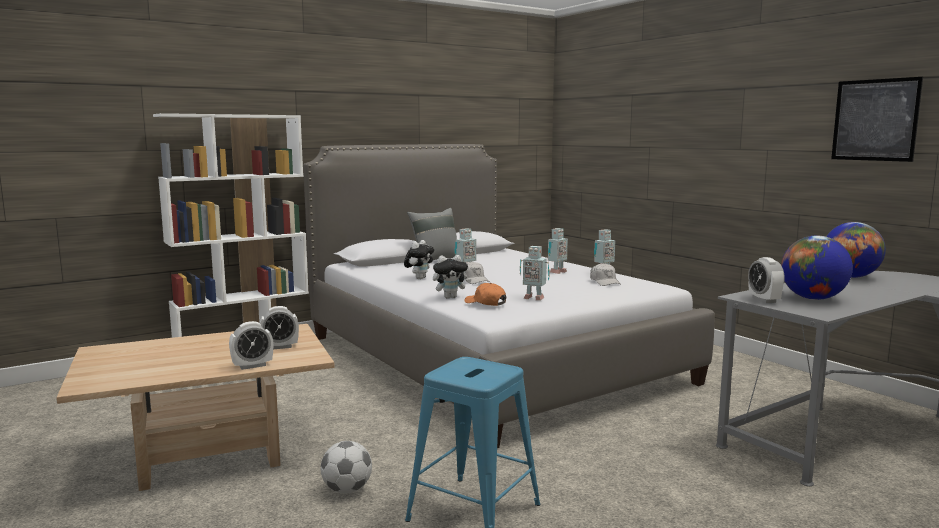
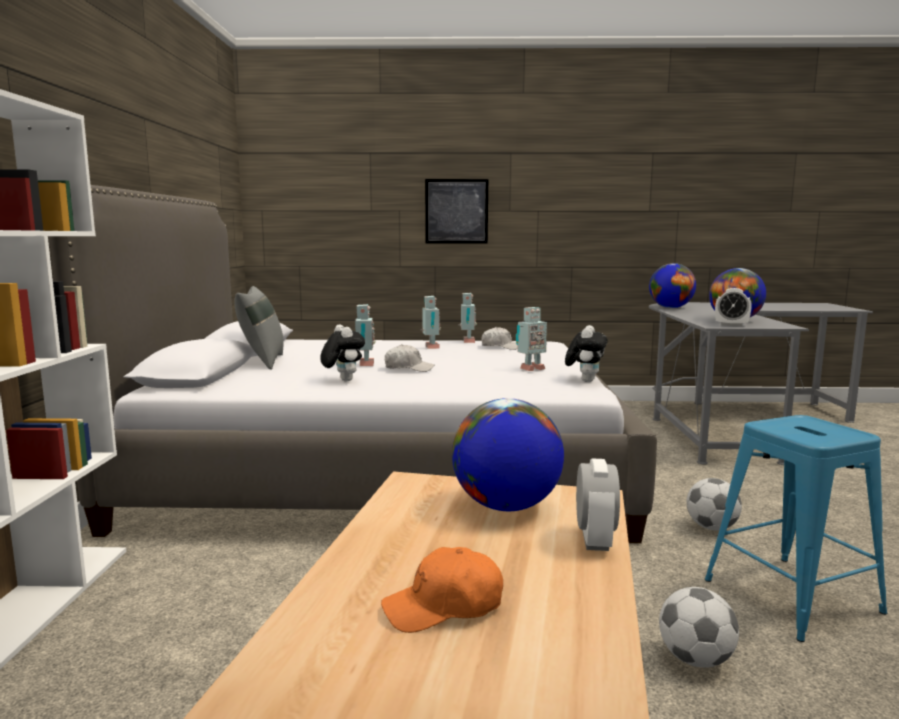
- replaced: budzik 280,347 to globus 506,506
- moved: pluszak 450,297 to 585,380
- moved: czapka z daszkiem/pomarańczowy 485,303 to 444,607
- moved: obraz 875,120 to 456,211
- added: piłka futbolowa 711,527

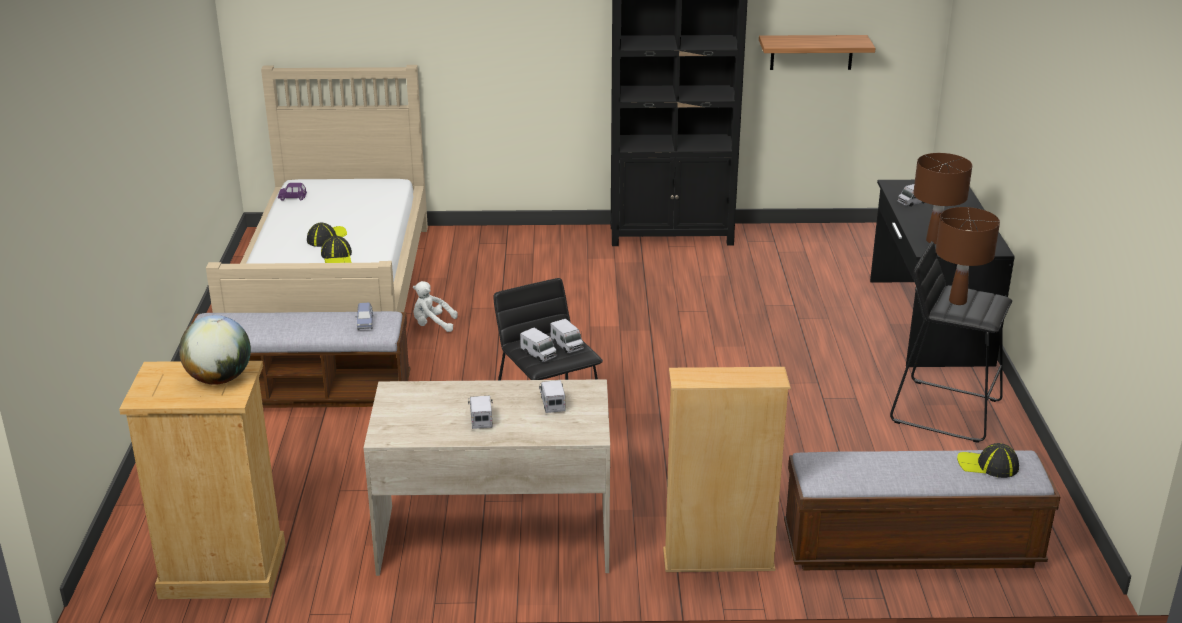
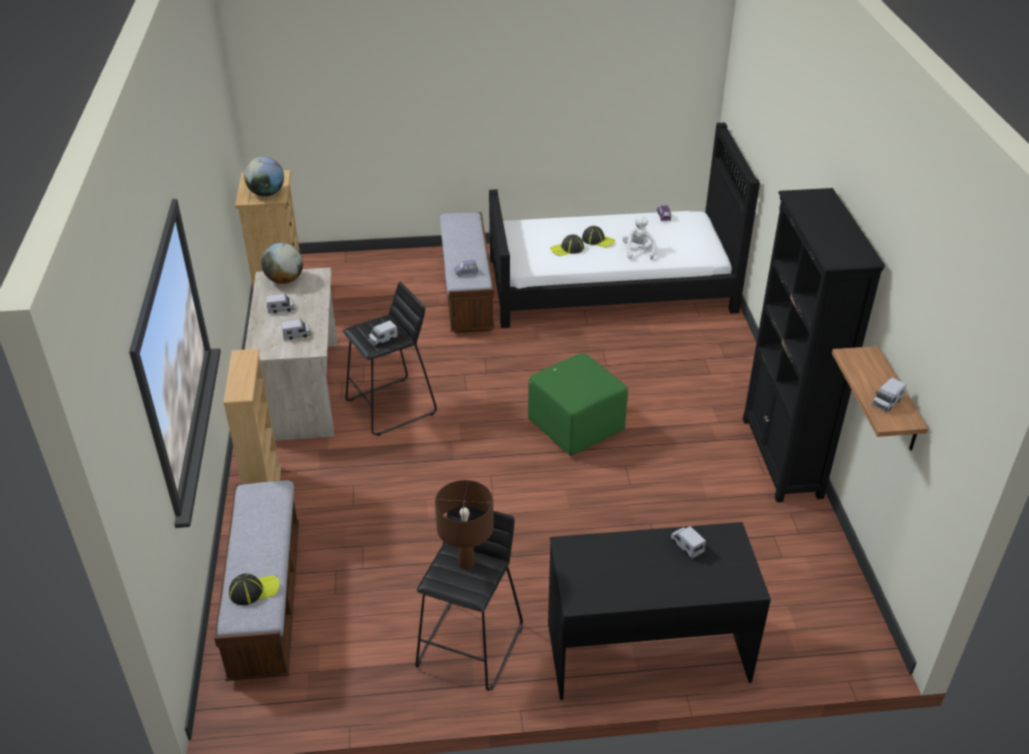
- recoloured: łóżko/beżowy 335,292 to łóżko/czarny 611,285
- moved: pluszak/biały 432,325 to 638,251
- moved: ciężarówka zabawkowa 538,354 to 886,402
- removed: lampa stołowa/brązowy 934,241
- turned: czapka z daszkiem 988,465 = 254,590 60 degrees clockwise
- added: globus 285,280
- added: pufa/zielony 574,426

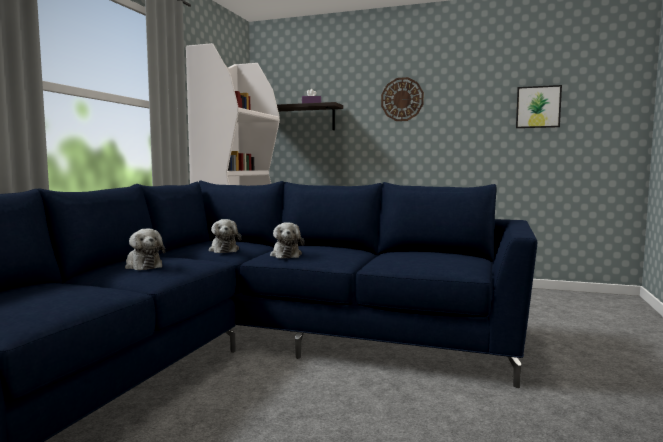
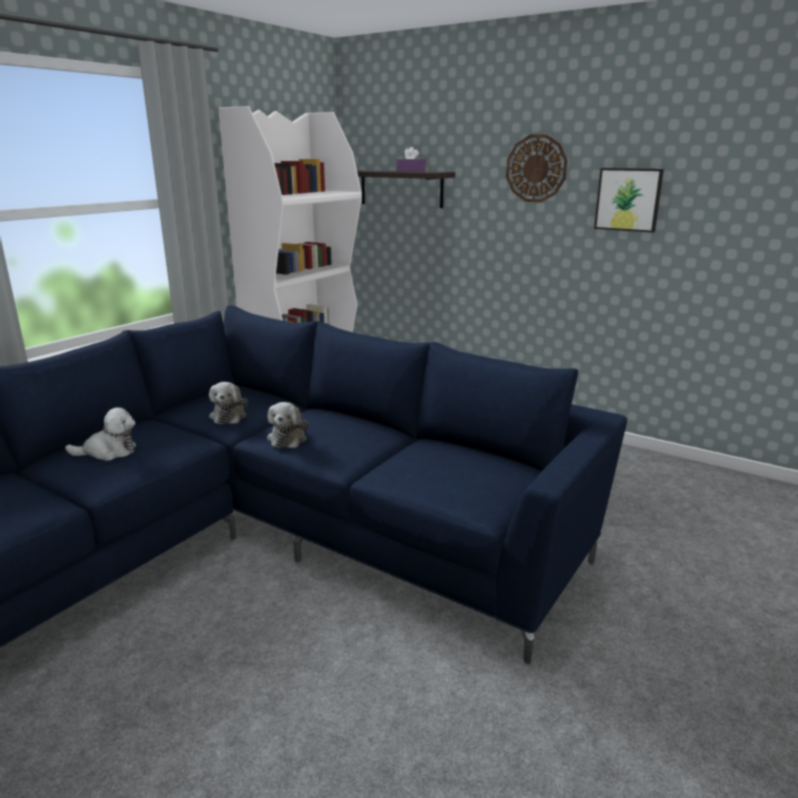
- turned: pluszak 143,266 = 108,452 75 degrees counterclockwise
- moved: obraz 538,107 to 628,199

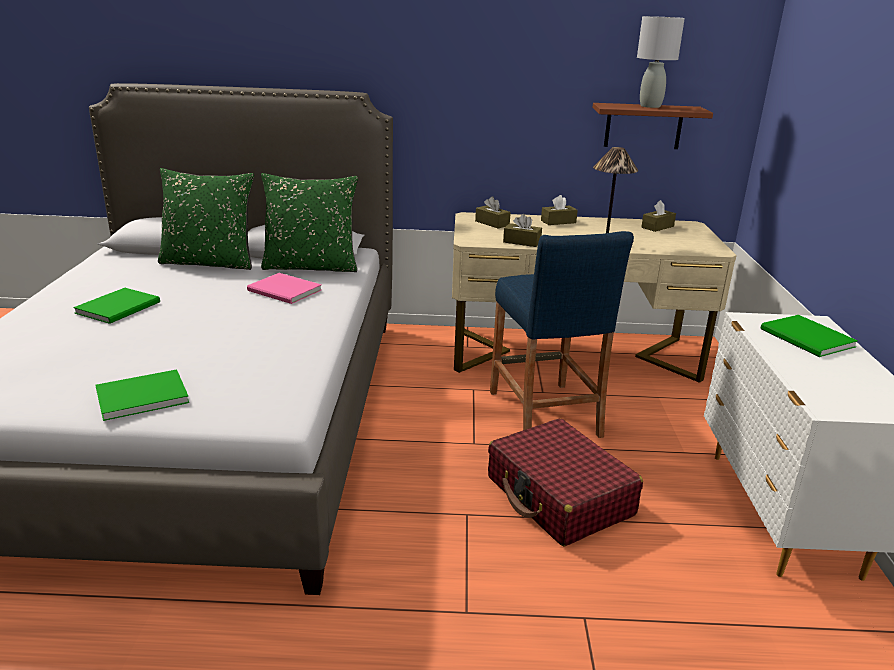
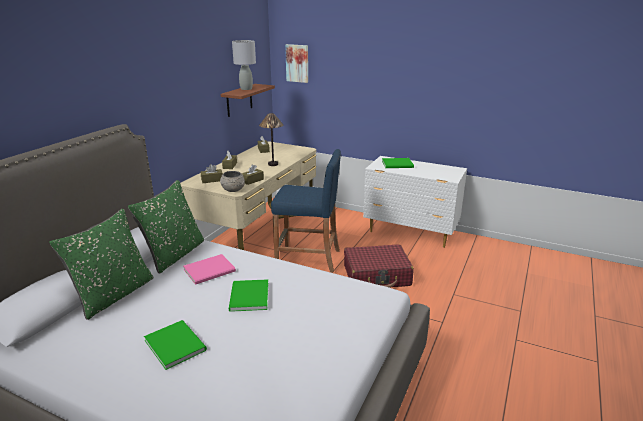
- moved: książka/zielony 139,396 to 248,297
- added: miska/szary 233,189
- added: obraz 297,63

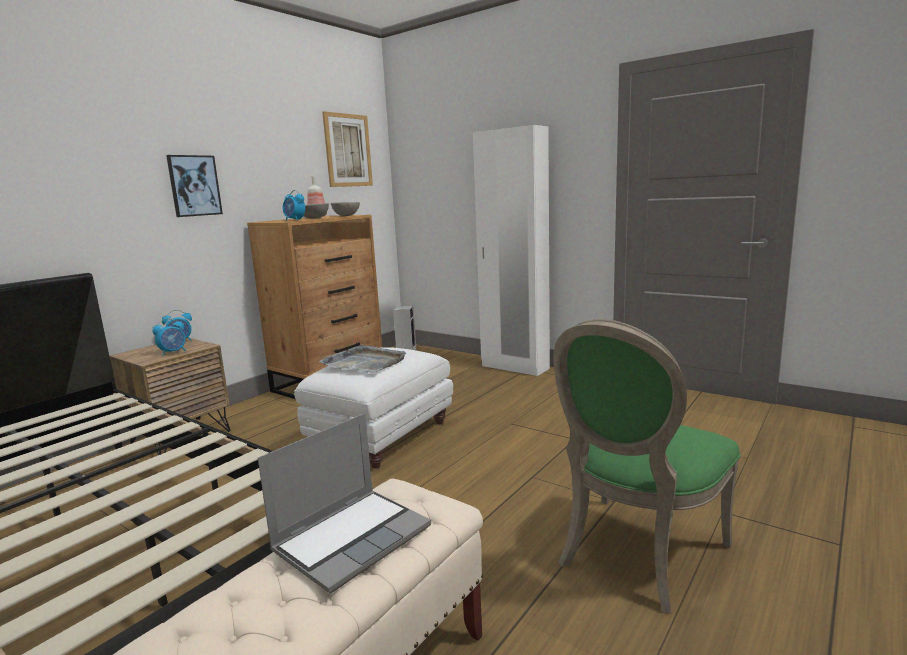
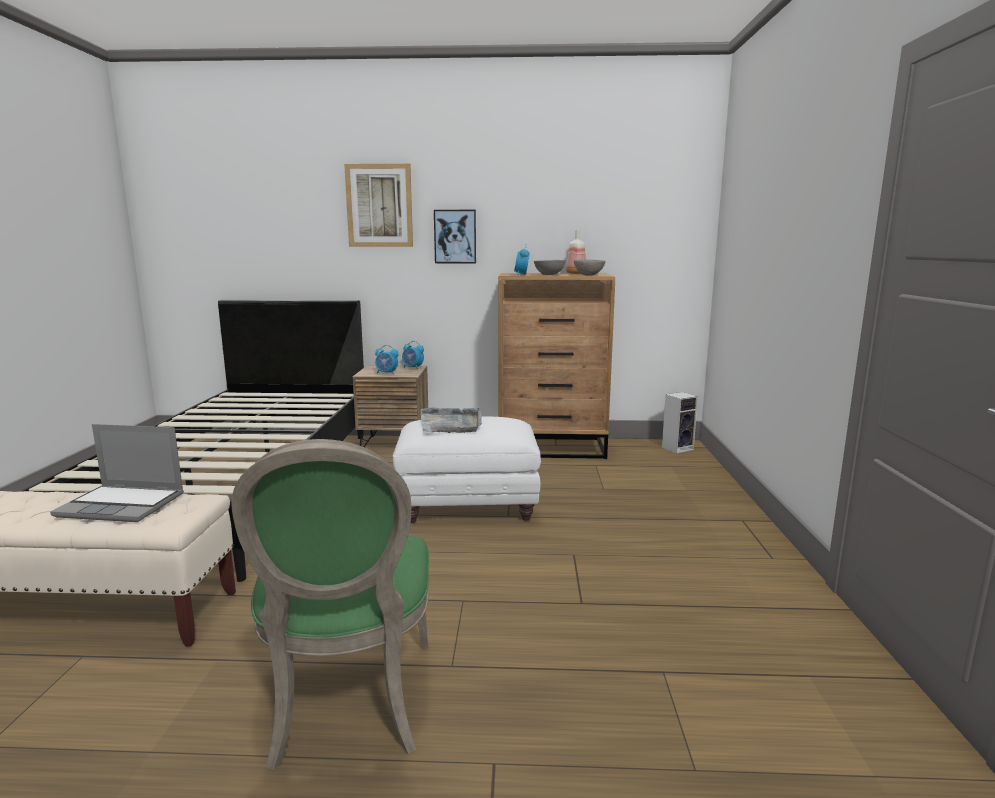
- moved: obraz 348,150 to 379,206
- removed: szafa/biały 514,367
- turned: krzesło/zielony 635,555 = 348,705 105 degrees counterclockwise

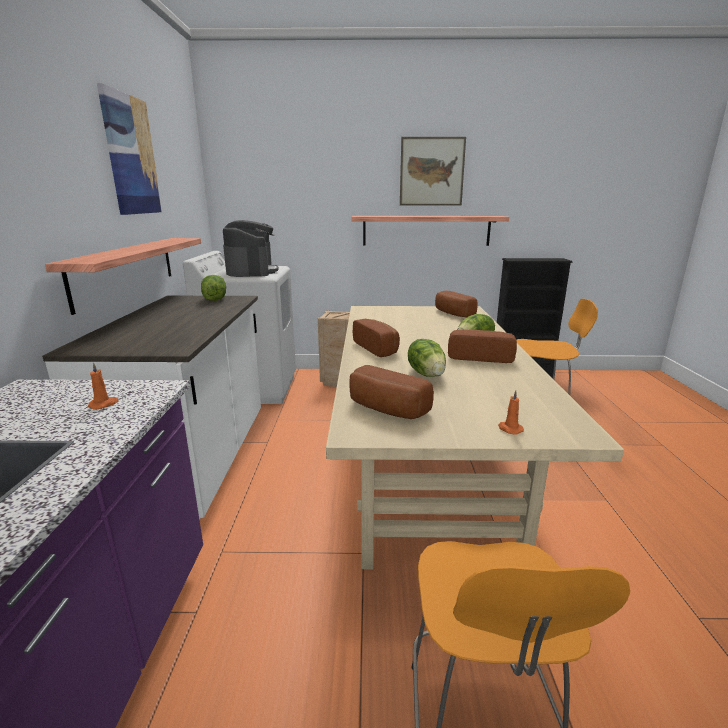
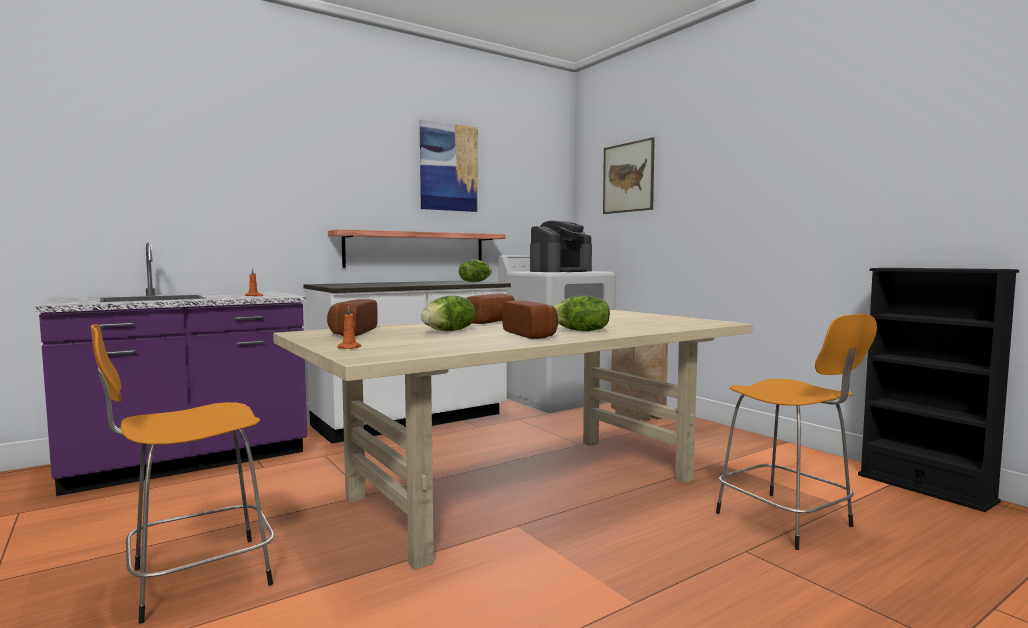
- removed: półka 426,230
- moved: obraz 431,172 to 628,177
- removed: chleb 452,313

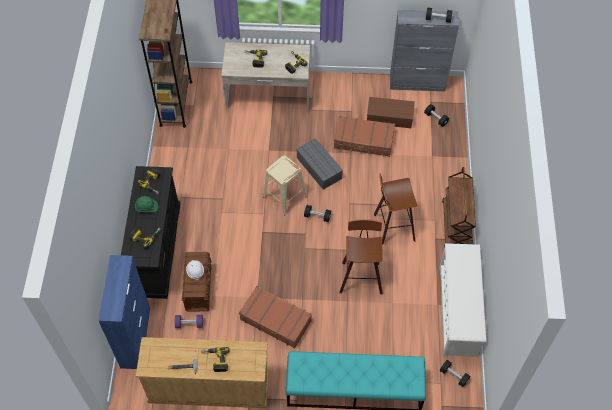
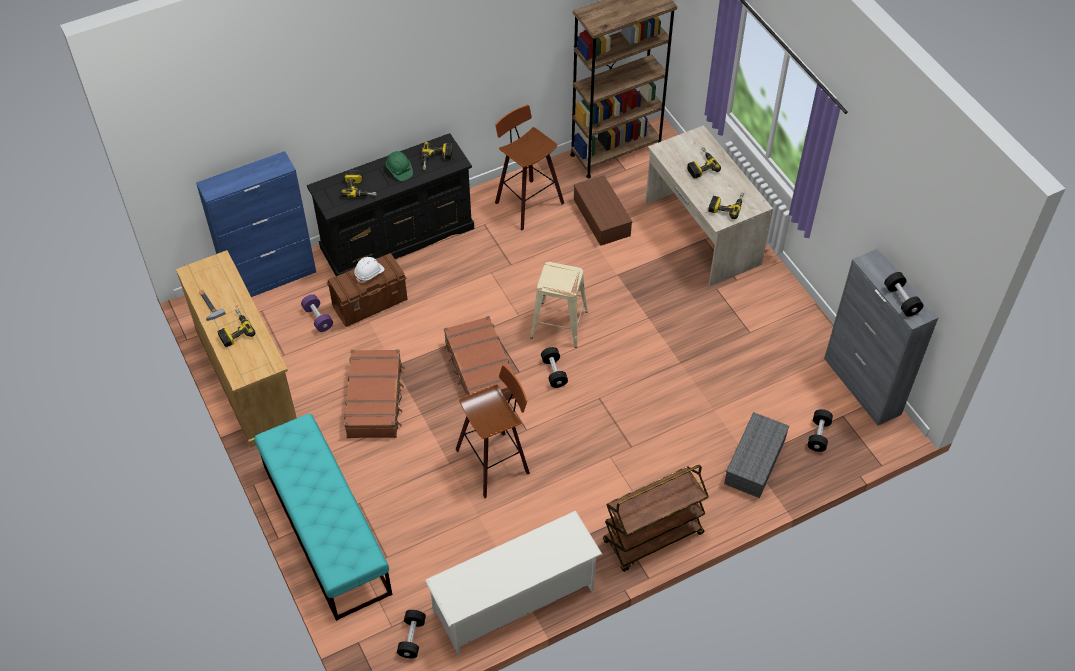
- moved: pojemnik do przechowywania/szary 320,168 to 755,462
- moved: walizka/brązowy 364,141 to 480,370
- moved: pojemnik do przechowywania/brązowy 390,116 to 603,218
- moved: stołek 392,227 to 526,203

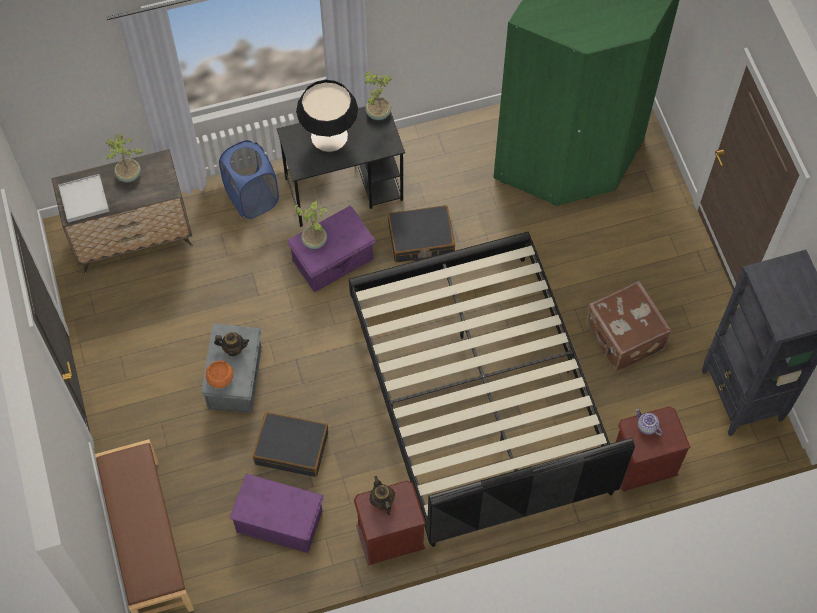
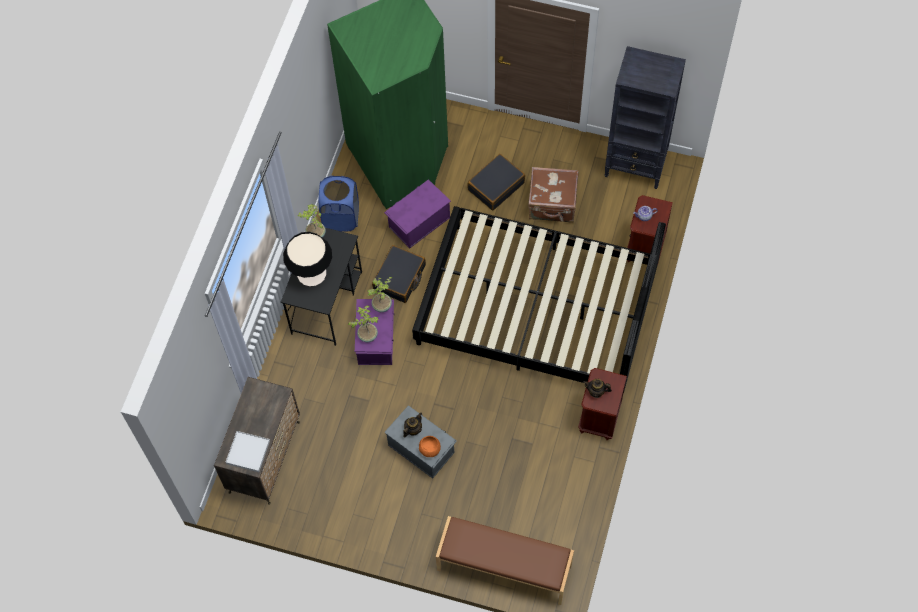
- moved: roślina doniczkowa 129,175 to 382,306
- moved: kosz na pranie/niebieski 252,197 to 341,217
- moved: pojemnik do przechowywania/fioletowy 279,520 to 418,222
- moved: walizka/czarny 292,448 to 496,186

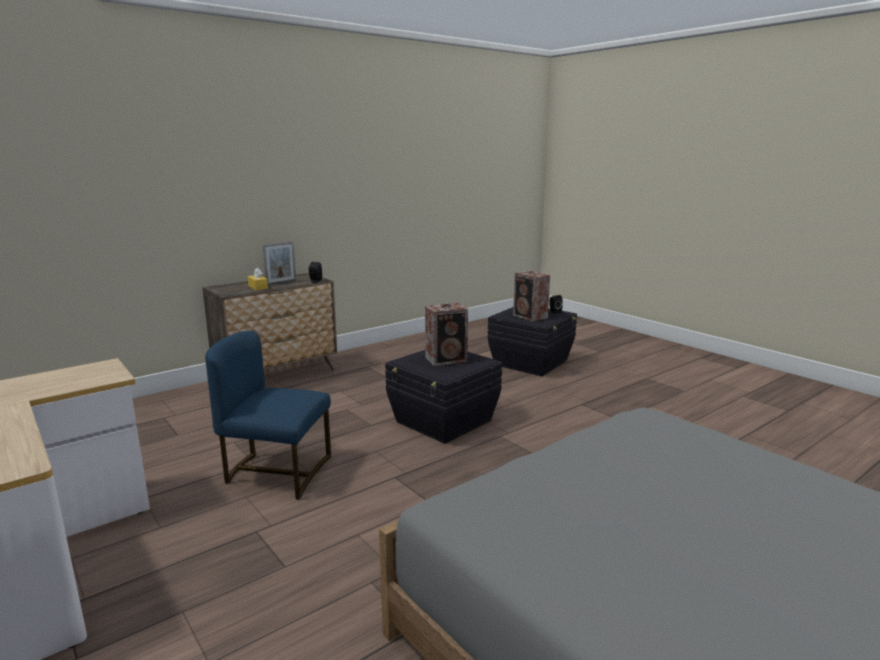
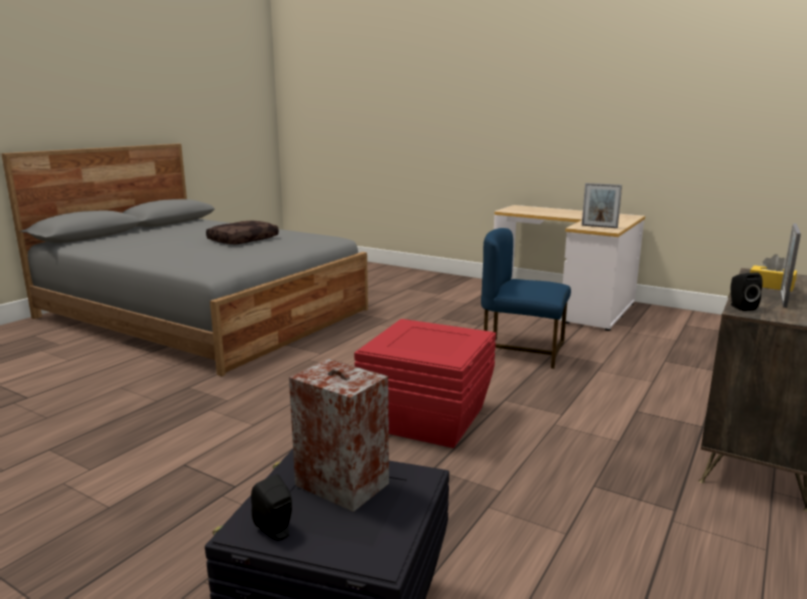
- turned: krzesło/niebieski 276,472 = 522,350 150 degrees counterclockwise
- recoloured: pojemnik do przechowywania/czarny 443,422 to pojemnik do przechowywania/czerwony 426,417
- removed: głośnik 447,359
- added: poduszka/brązowy 243,240
- added: ramka na zdjęcie 599,226

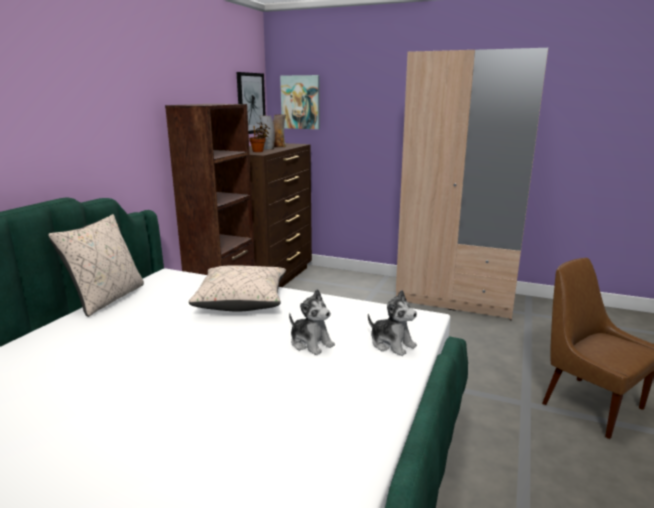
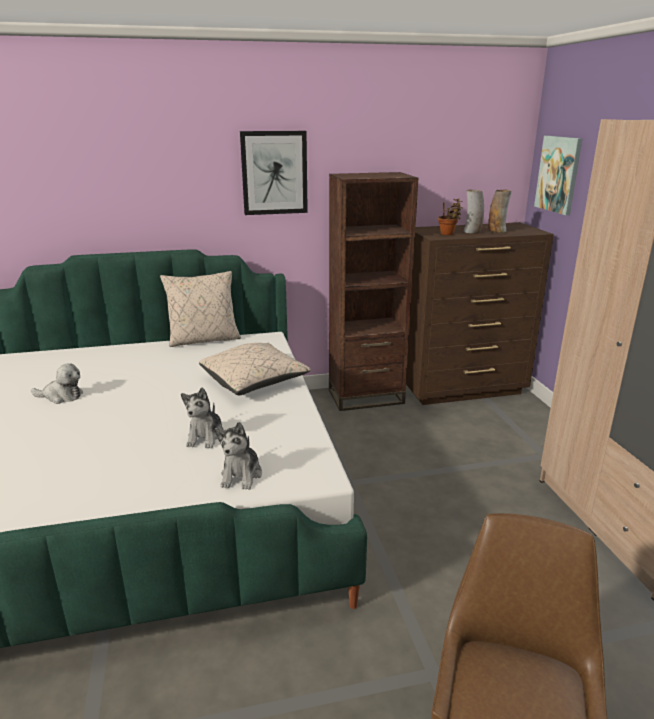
- moved: obraz 250,103 to 274,173
- added: pluszak 61,396

